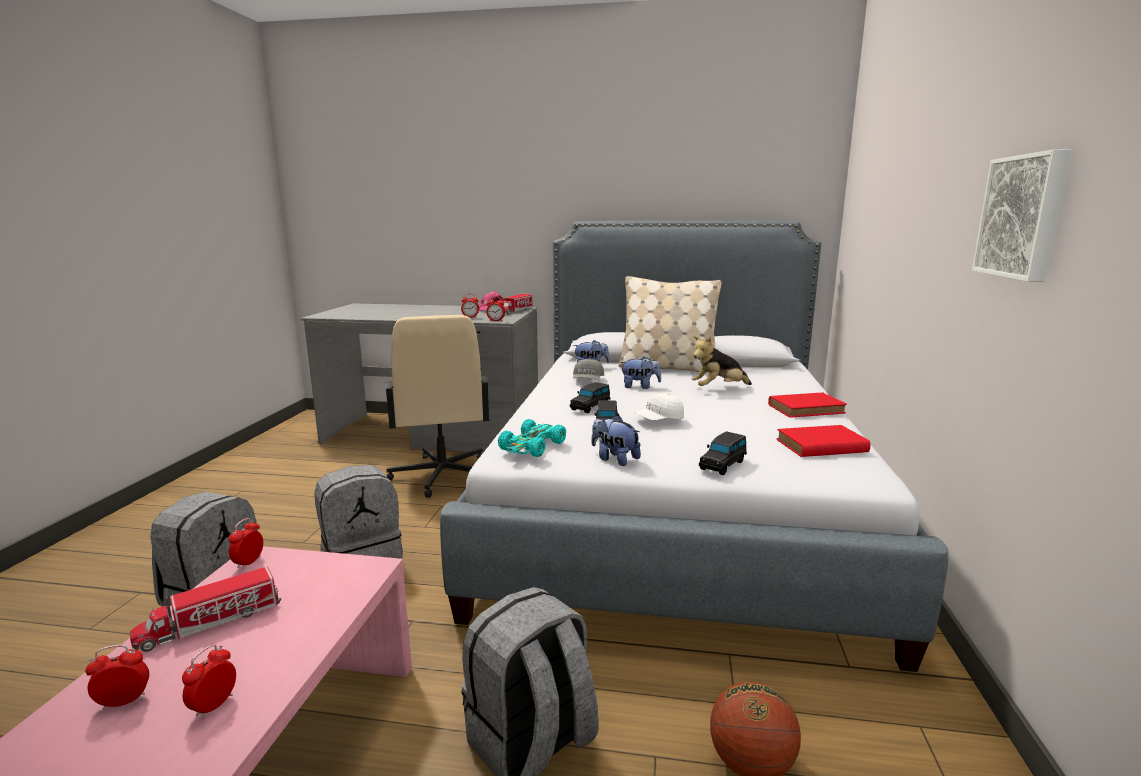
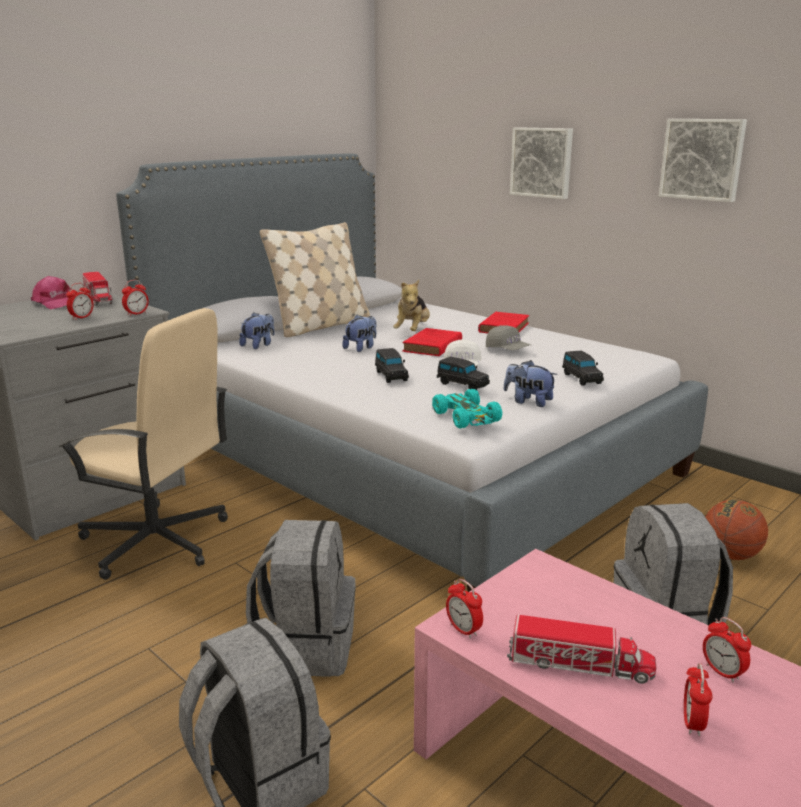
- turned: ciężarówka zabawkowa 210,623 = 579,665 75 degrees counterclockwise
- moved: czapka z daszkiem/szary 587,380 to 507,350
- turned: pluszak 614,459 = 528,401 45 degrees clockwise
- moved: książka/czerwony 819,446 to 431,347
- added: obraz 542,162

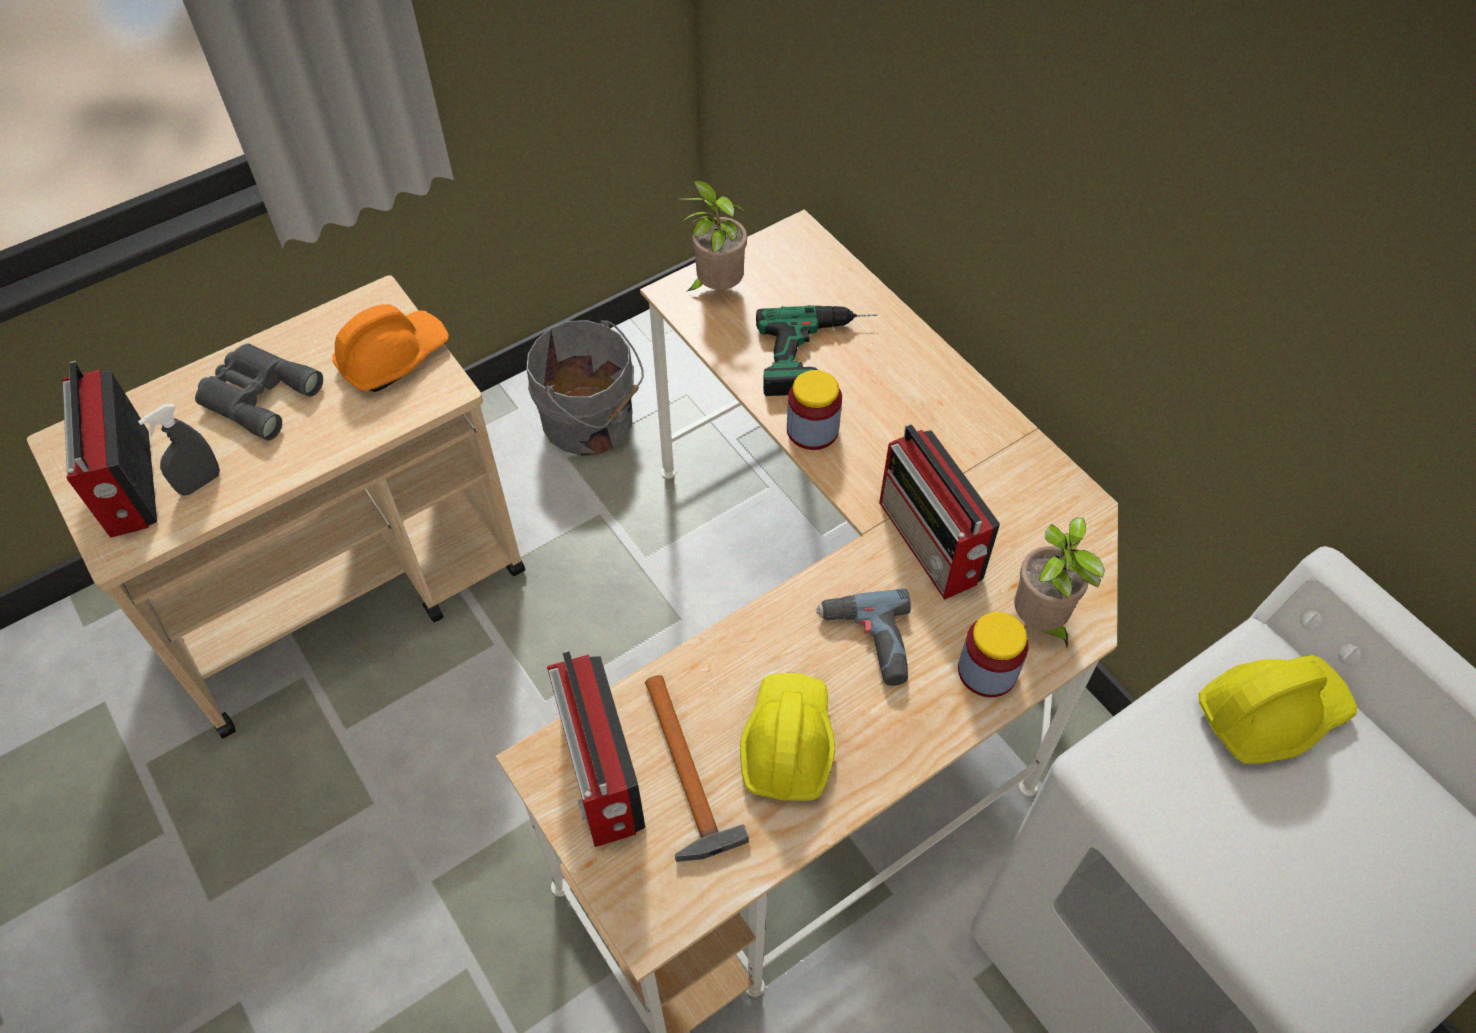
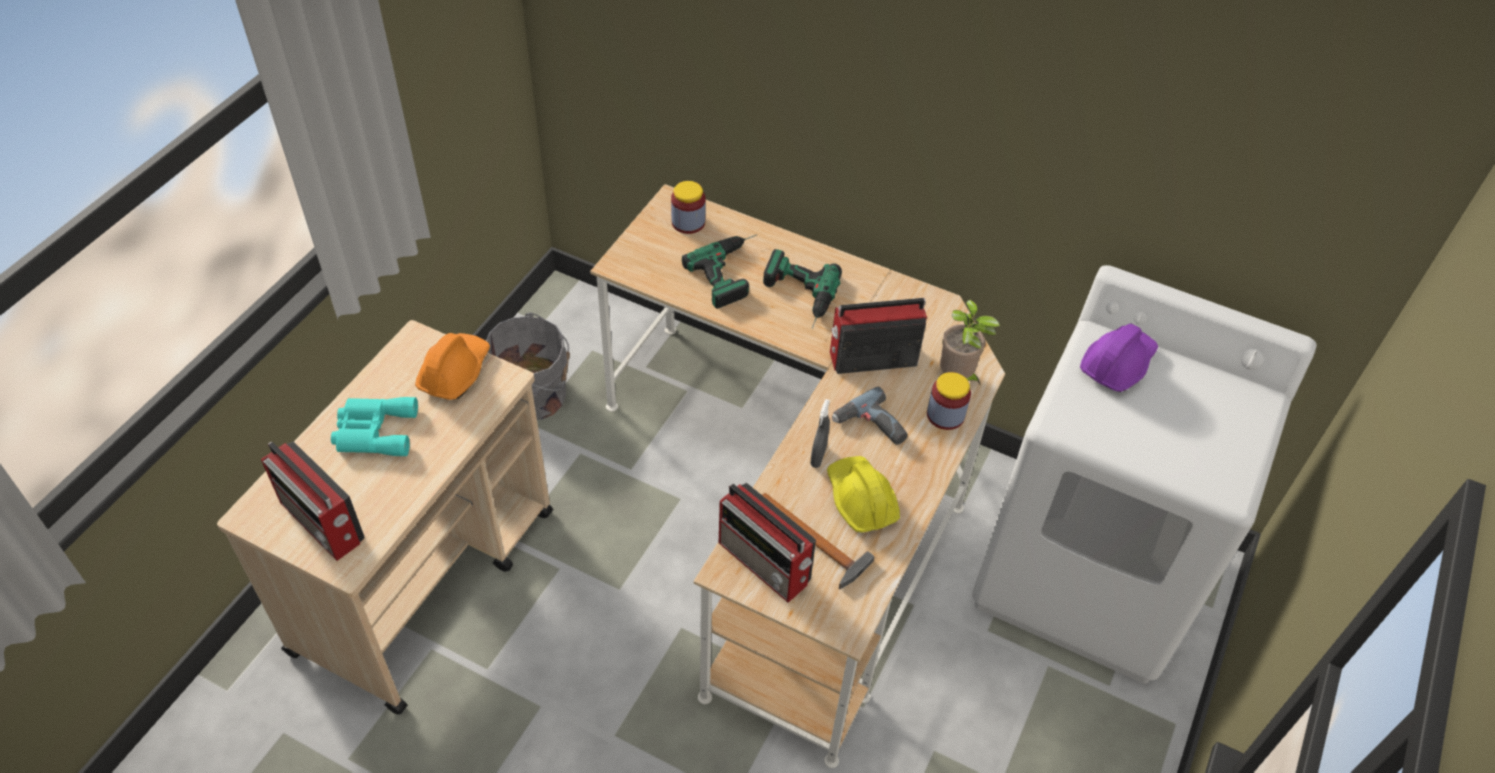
- moved: spryskiwacz/szary 200,483 to 818,457
- recoloured: lornetka/szary 257,395 to lornetka/turkusowy 373,431
- removed: roślina doniczkowa 716,288
- moved: słoik 812,430 to 688,222
- turned: radio 930,545 = 871,358 135 degrees clockwise
- recoloured: kask/żółty 1270,713 to kask/fioletowy 1117,364
- added: wiertarka 796,297

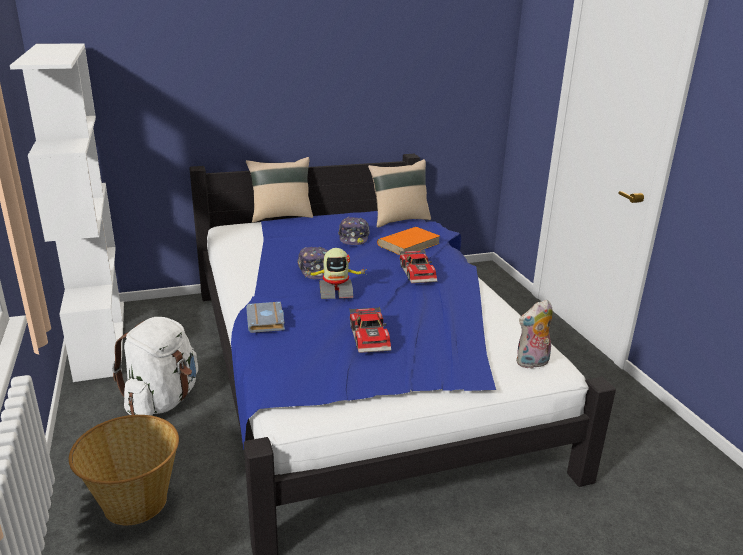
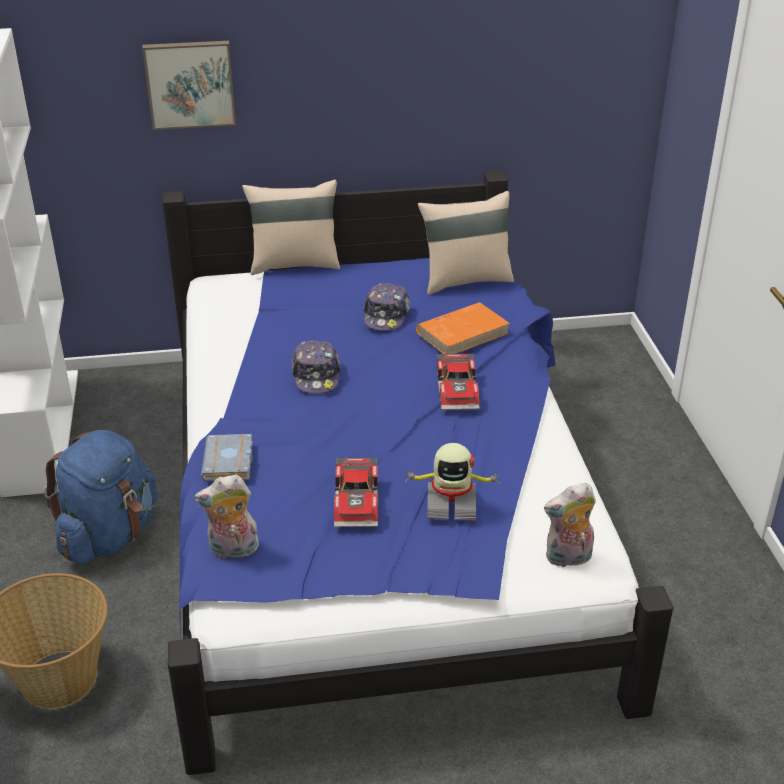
- recoloured: plecak/biały 163,400 to plecak/niebieski 110,535
- moved: robot zabawkowy 335,292 to 451,503
- added: obraz 190,84
- added: pluszak 232,551

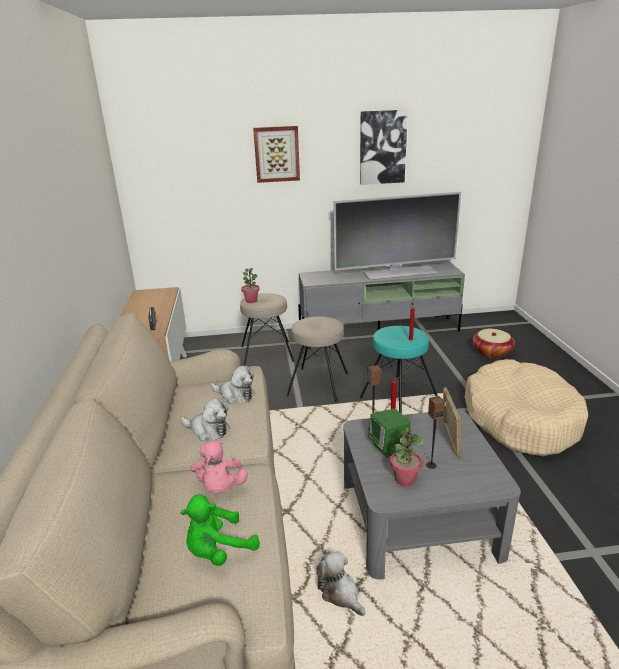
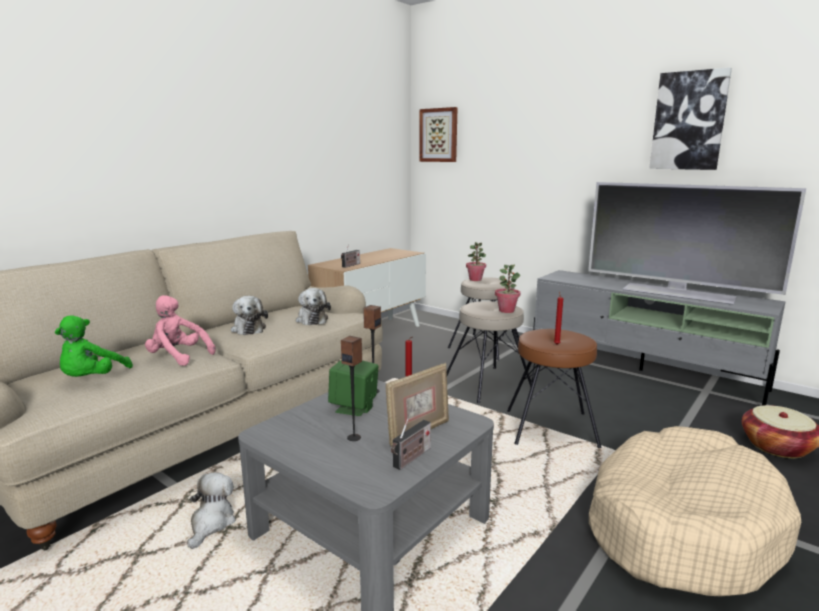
- turned: pluszak/zielony 218,551 = 92,379 90 degrees counterclockwise
- turned: pluszak/różowy 220,488 = 178,357 75 degrees clockwise
- moved: obraz 276,154 to 439,135
- recoloured: stołek/turkusowy 398,396 to stołek/brązowy 550,427
- moved: roślina doniczkowa 405,479 to 506,310
- added: radio 411,459

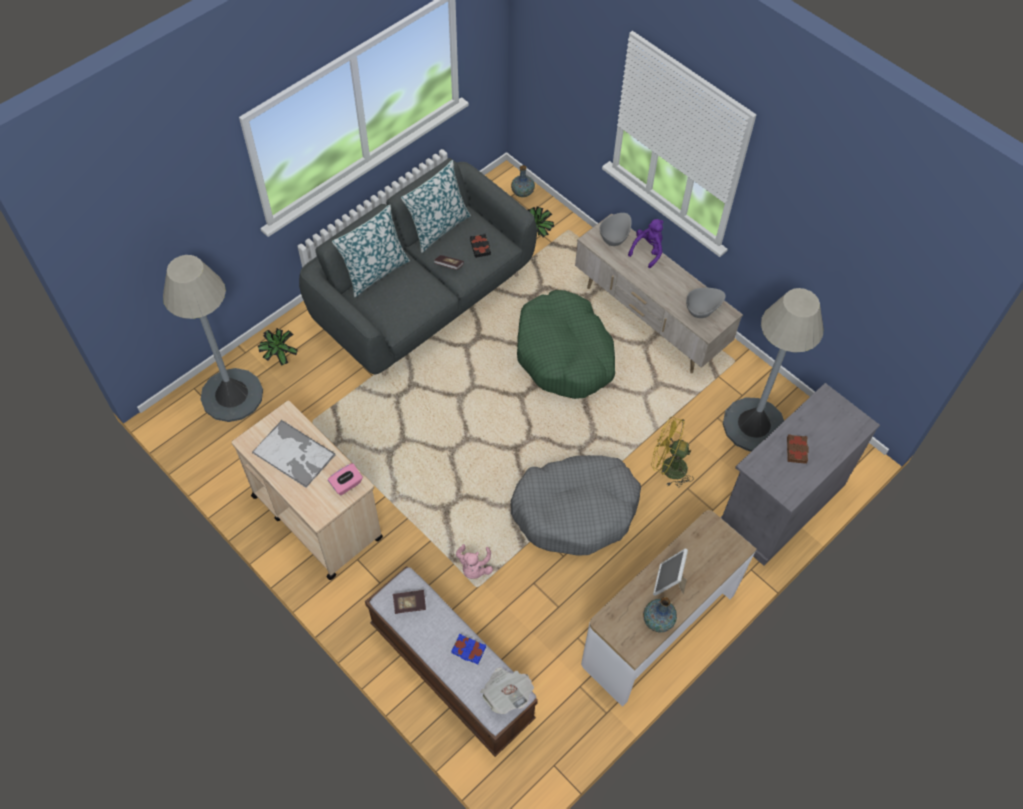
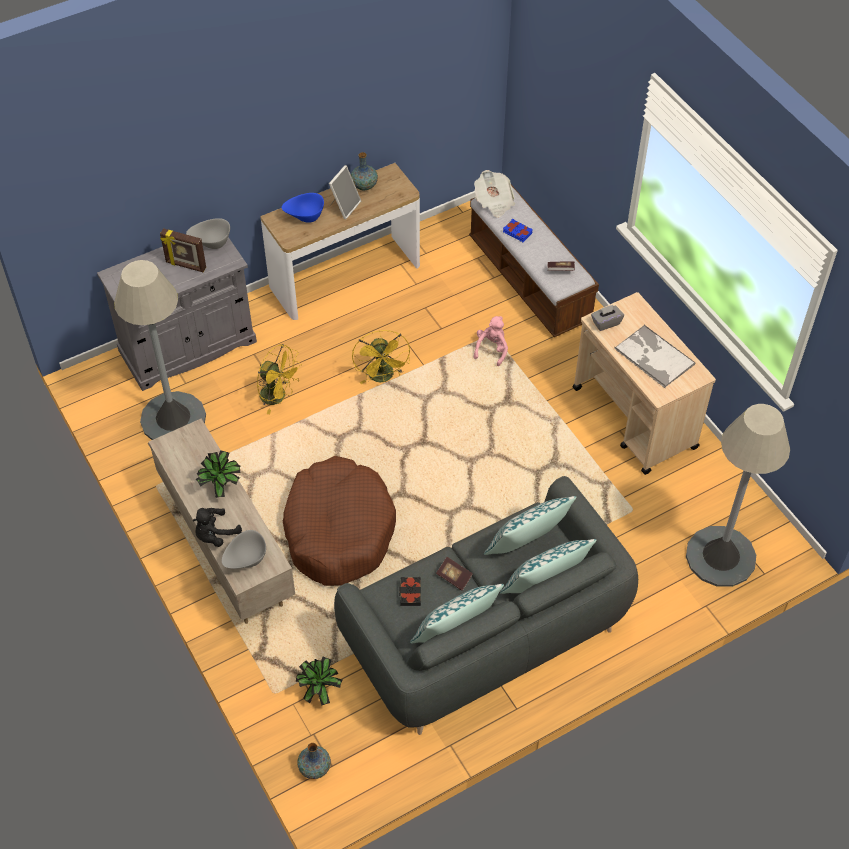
- moved: roślina doniczkowa 279,358 to 222,488
- recoloured: pudełko chusteczek/różowy 346,484 to pudełko chusteczek/szary 606,323
- replaced: legowisko/szary 575,510 to wentylator/żółty 383,377
- recoloured: legowisko/zielony 564,354 to legowisko/brązowy 338,530
- recoloured: pluszak/fioletowy 647,251 to pluszak/czarny 215,535
- moved: miska/szary 702,310 to 211,243
- replaced: książka/brązowy 797,450 to ramka na zdjęcie 185,265
- added: miska/niebieski 305,217
- added: poduszka 527,546

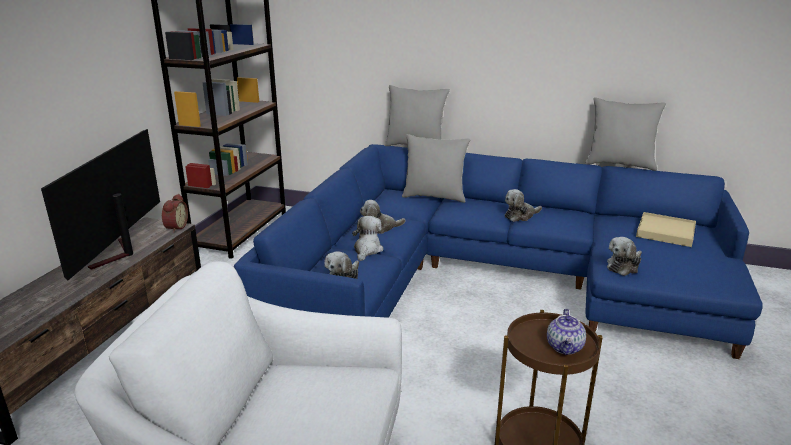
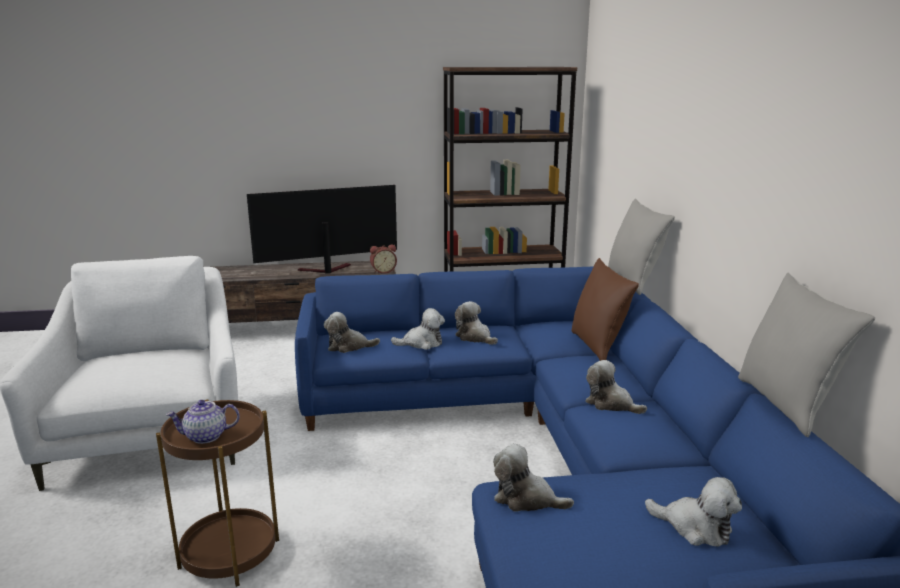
- recoloured: poduszka/szary 434,196 to poduszka/brązowy 598,346
- replaced: taca/beżowy 665,232 to pluszak 695,527

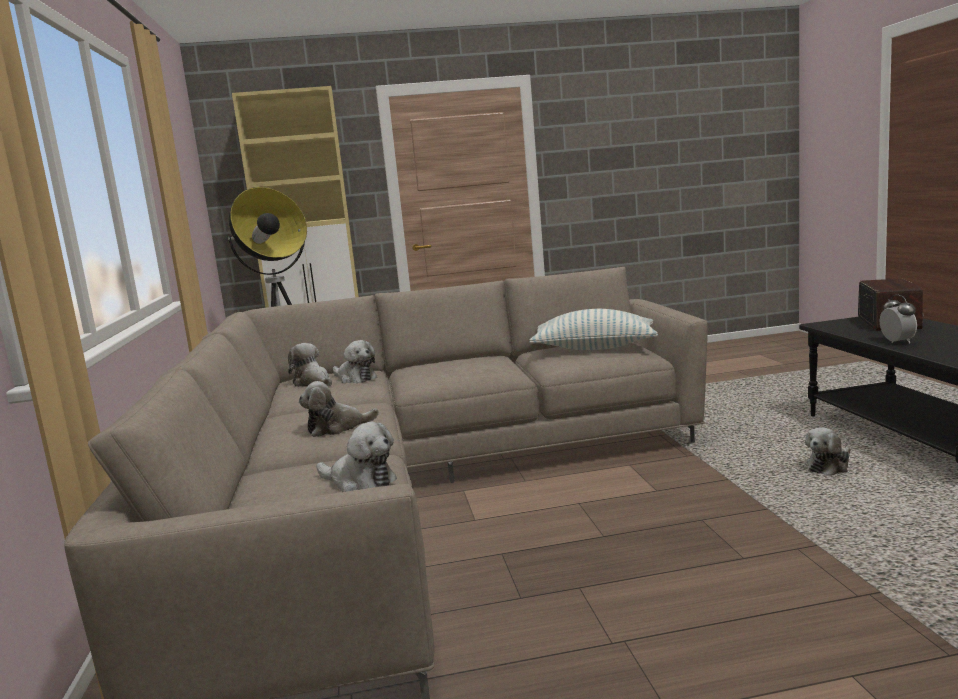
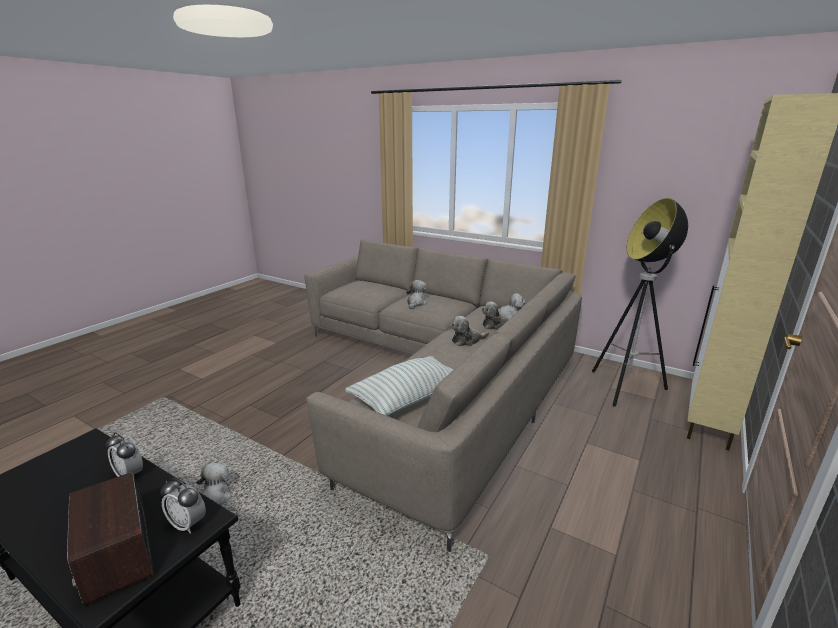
- moved: pluszak 360,482 to 467,340
- added: budzik 188,524

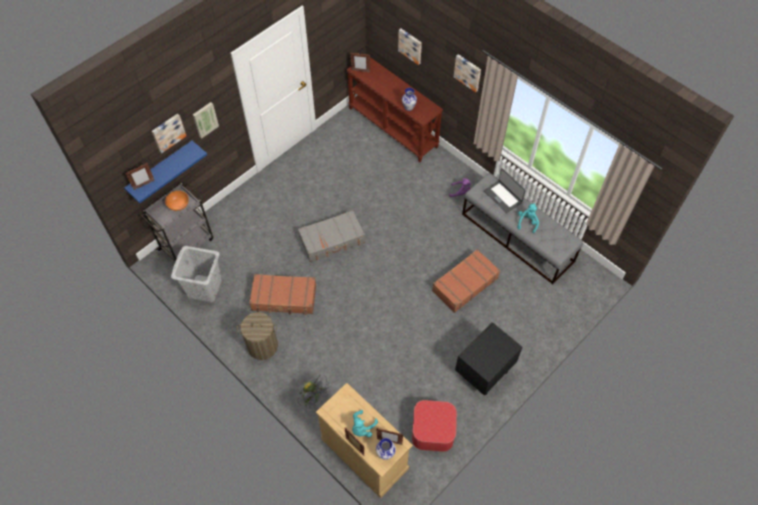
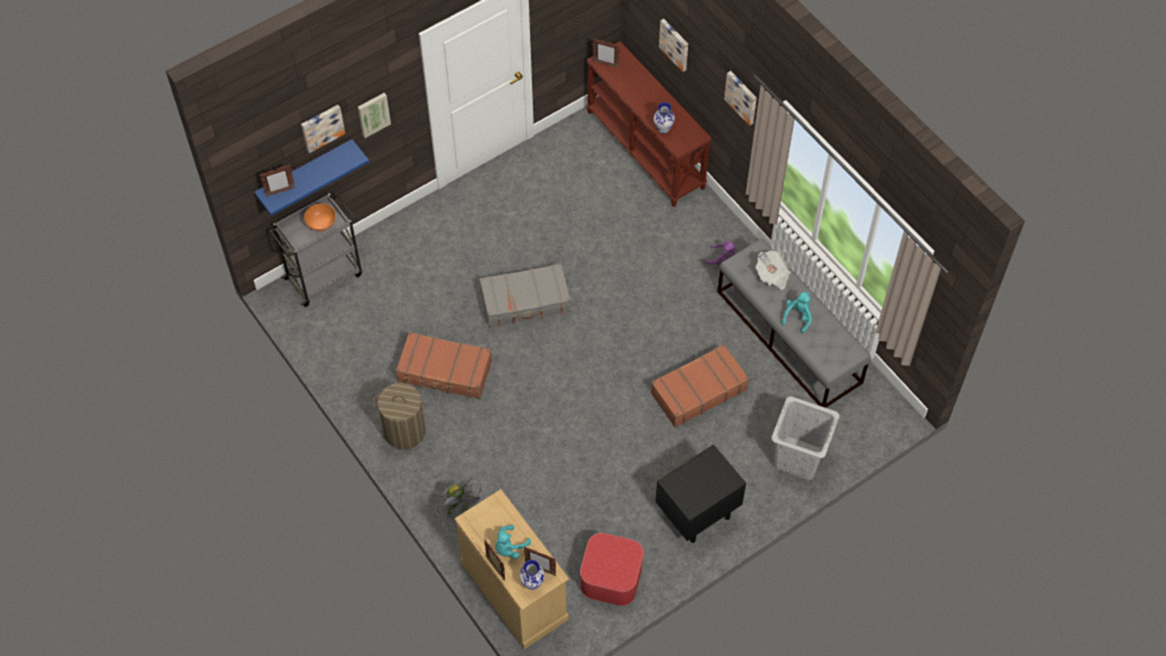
- moved: kosz na pranie/szary 204,288 to 798,457
- replaced: laptop 503,196 to gazeta 772,275

